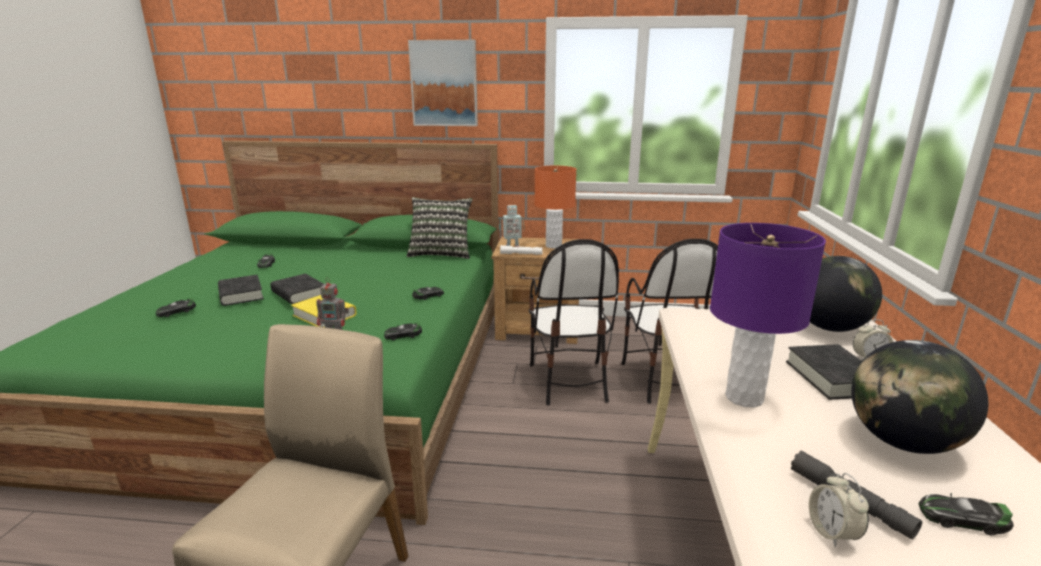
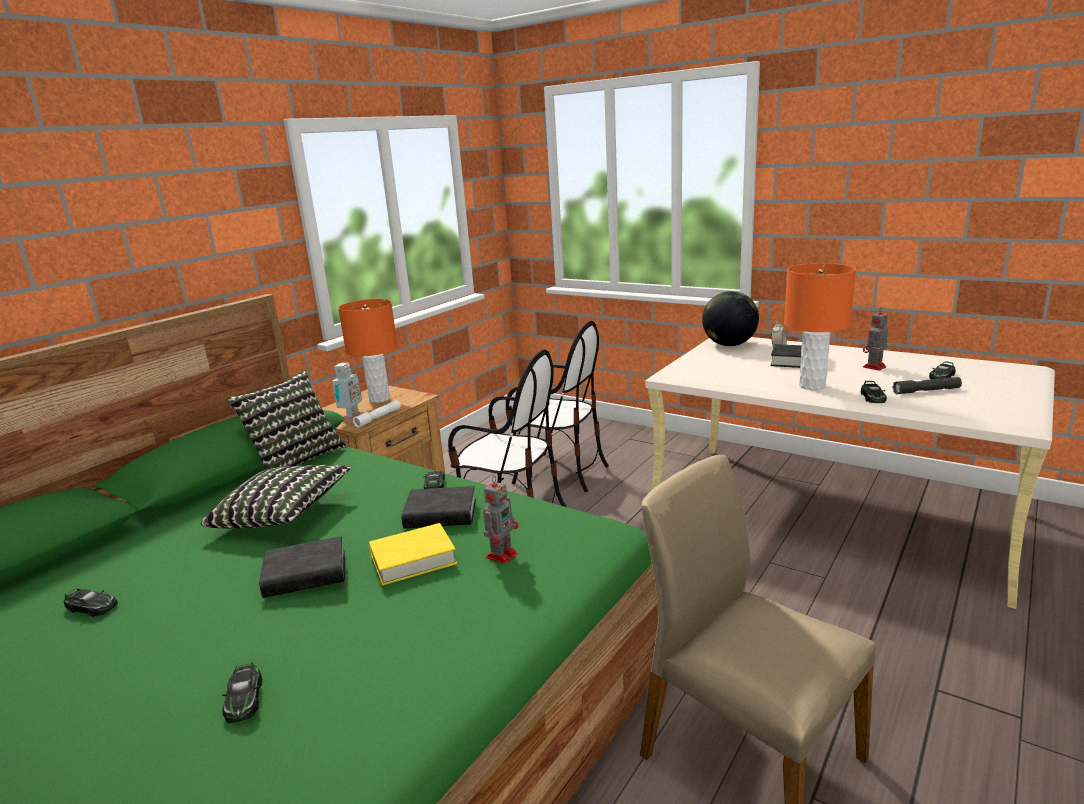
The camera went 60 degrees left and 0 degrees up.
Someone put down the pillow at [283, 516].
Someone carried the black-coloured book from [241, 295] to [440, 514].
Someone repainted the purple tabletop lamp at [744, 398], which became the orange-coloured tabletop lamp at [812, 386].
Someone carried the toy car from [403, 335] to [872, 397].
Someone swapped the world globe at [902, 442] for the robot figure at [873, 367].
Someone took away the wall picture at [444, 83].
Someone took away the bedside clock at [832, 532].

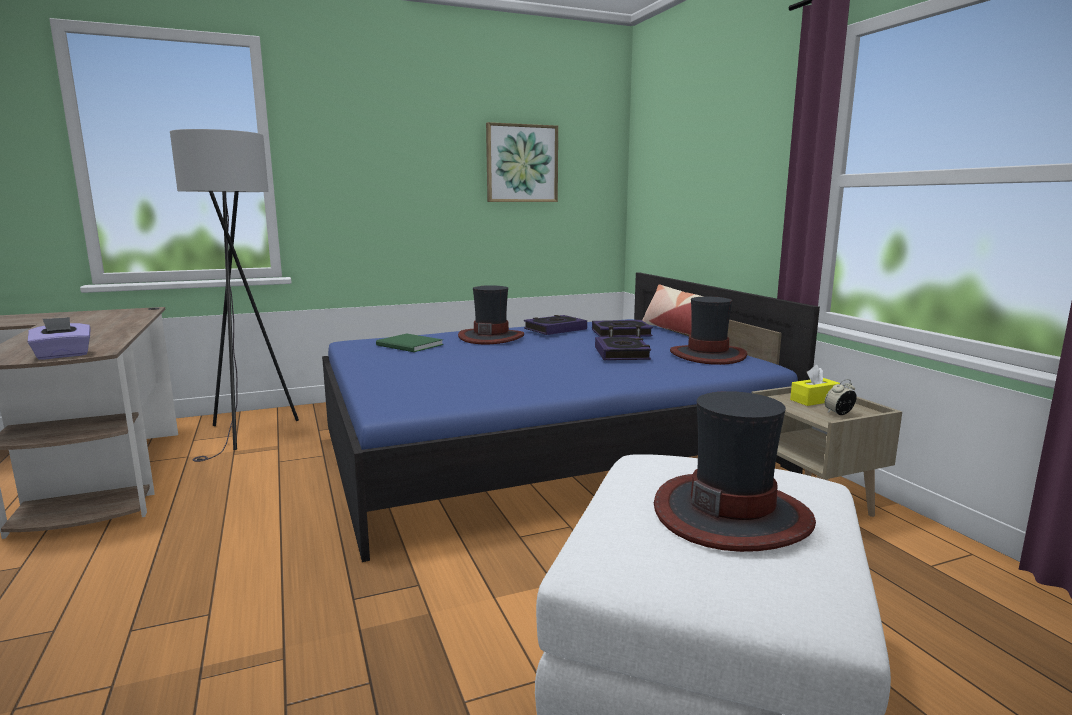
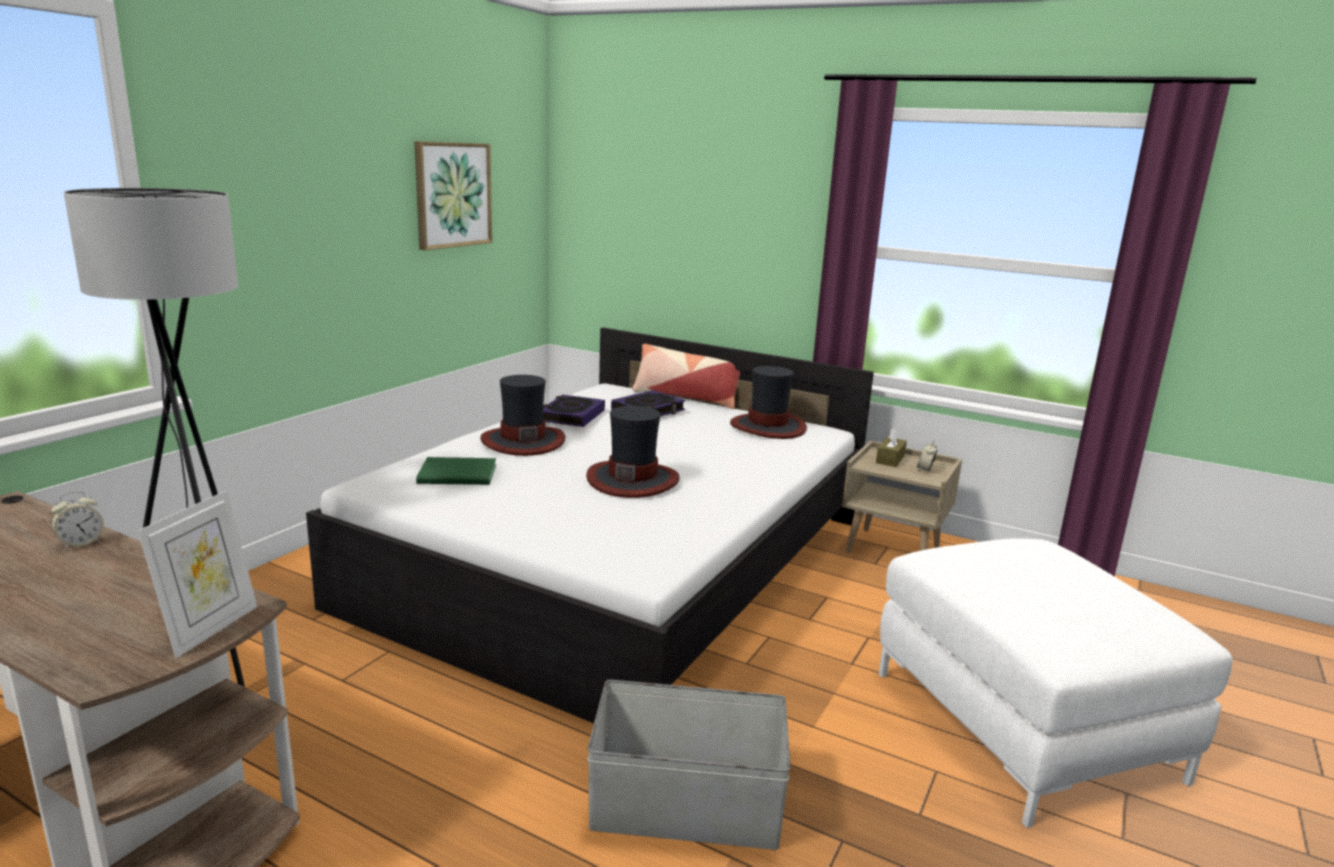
The camera went 40 degrees left and 5 degrees up.
Someone put down the bedside clock at [81, 543].
Someone swapped the purple box of tissues at [63, 355] for the standing frame at [210, 629].
Someone repainted the bluish sleeping bed at [542, 448], which became the whitish sleeping bed at [619, 561].
Someone carried the wearable hat from [732, 514] to [632, 480].
Someone put down the gray storage container at [687, 808].
Someone repainted the yellow-coloured box of tissues at [814, 400], which became the brown-coloured box of tissues at [890, 459].
Someone took away the book at [622, 353].

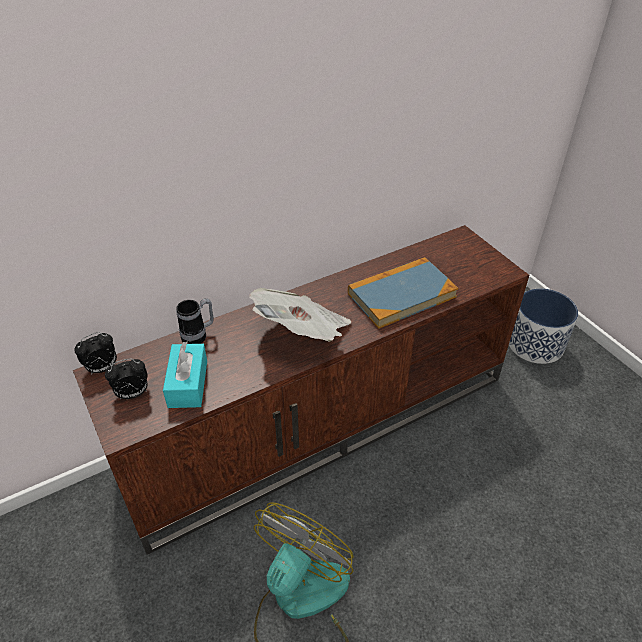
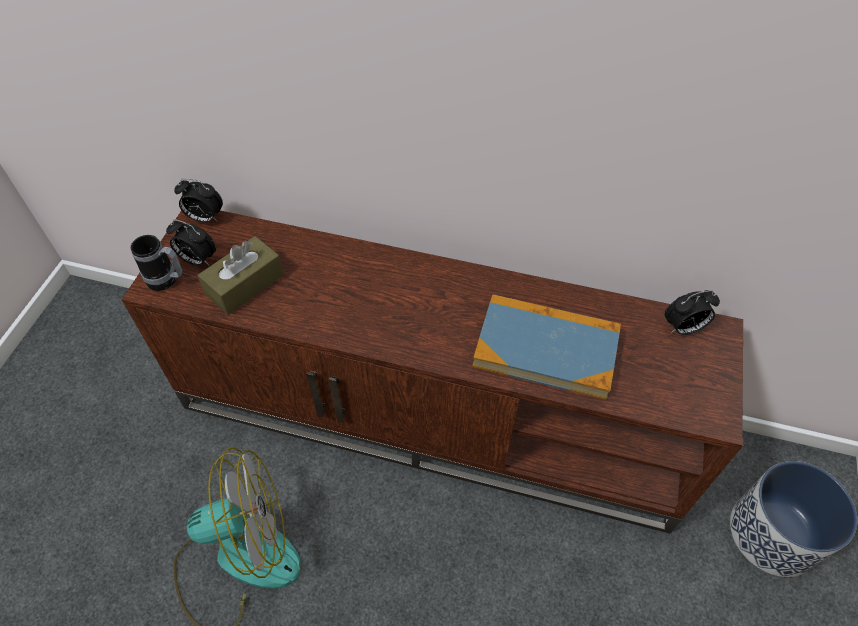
The camera went 45 degrees right and 10 degrees up.
Someone carried the coffee mug from [199, 336] to [167, 281].
Someone repainted the turquoise-coloured box of tissues at [188, 384], which became the brown-coloured box of tissues at [245, 284].
Someone put down the bedside clock at [683, 328].
Someone took away the newspaper at [303, 332].

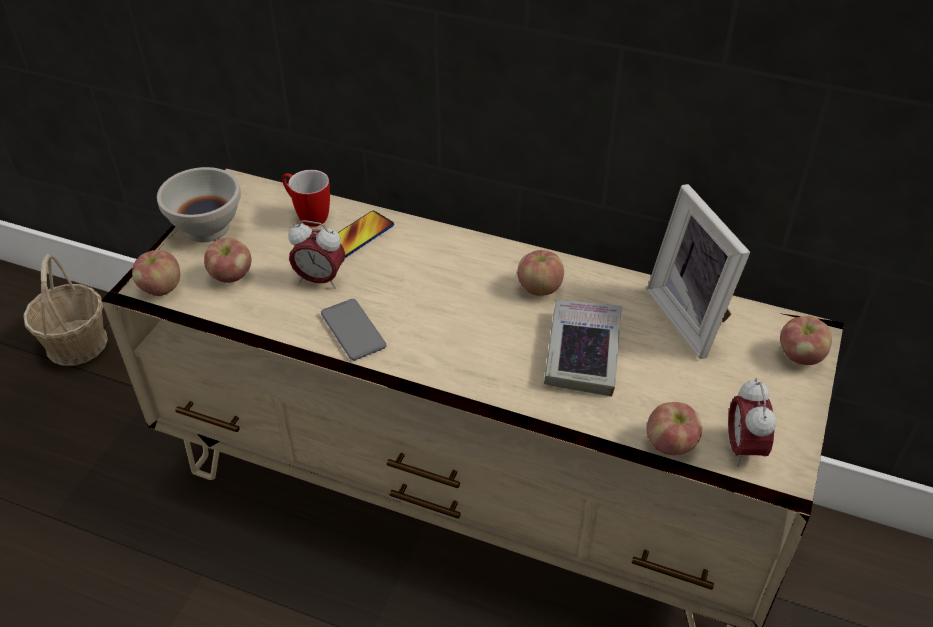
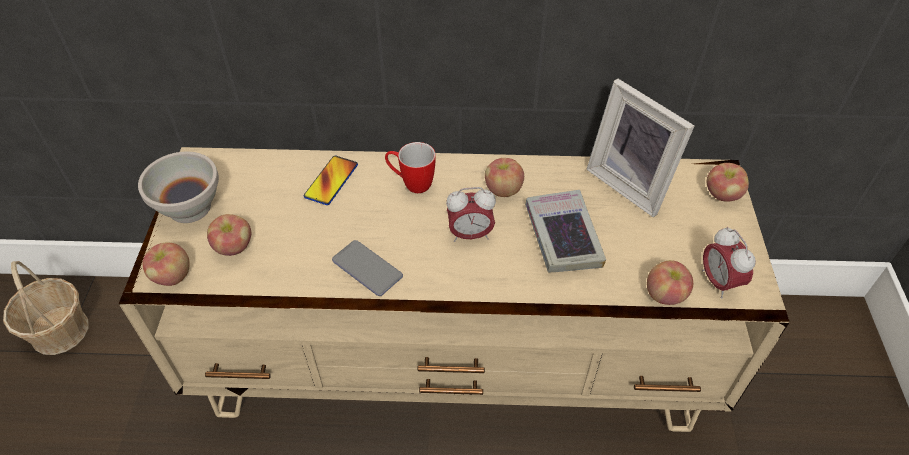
The camera went 20 degrees left and 5 degrees up.
Someone carried the coffee mug from [307, 215] to [411, 183].
Someone carried the bedside clock from [320, 280] to [470, 234].

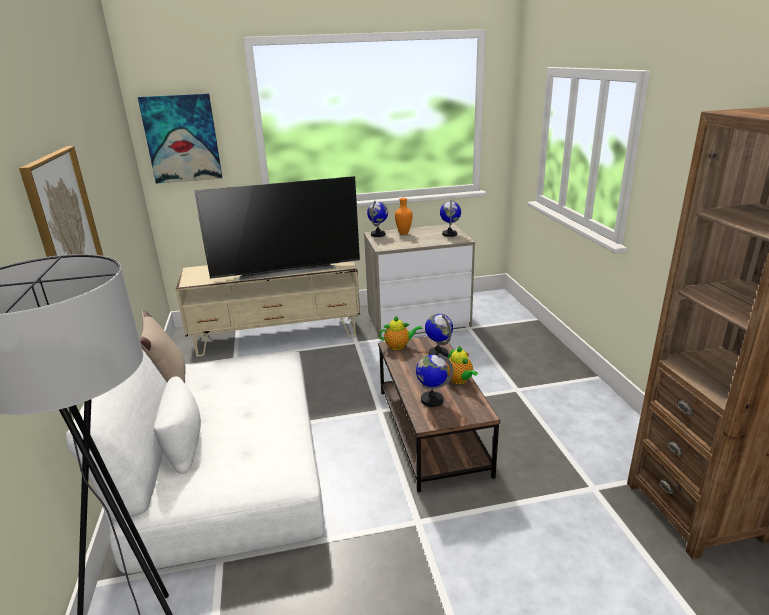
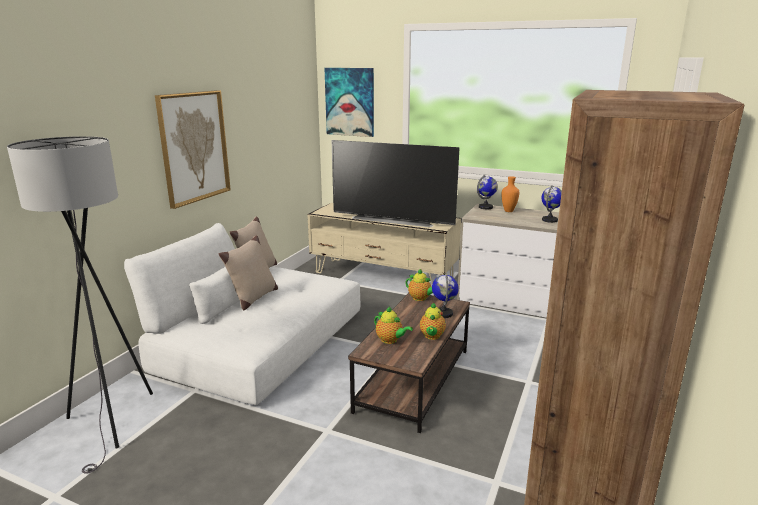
The camera went 35 degrees right and 5 degrees down.
Someone put down the beige-coloured pillow at [253, 298].
Someone swapped the world globe at [431, 400] for the tea pot at [390, 340].

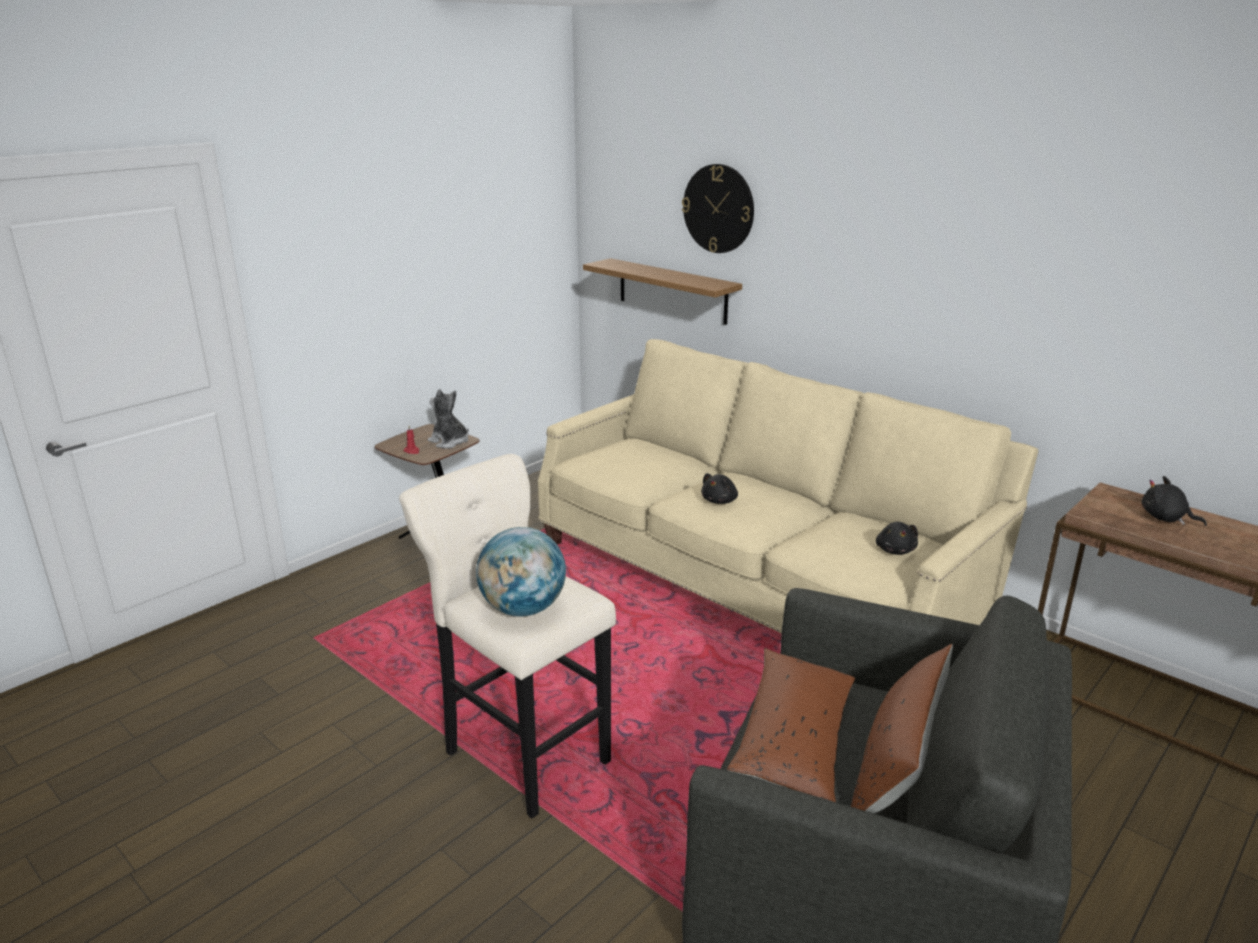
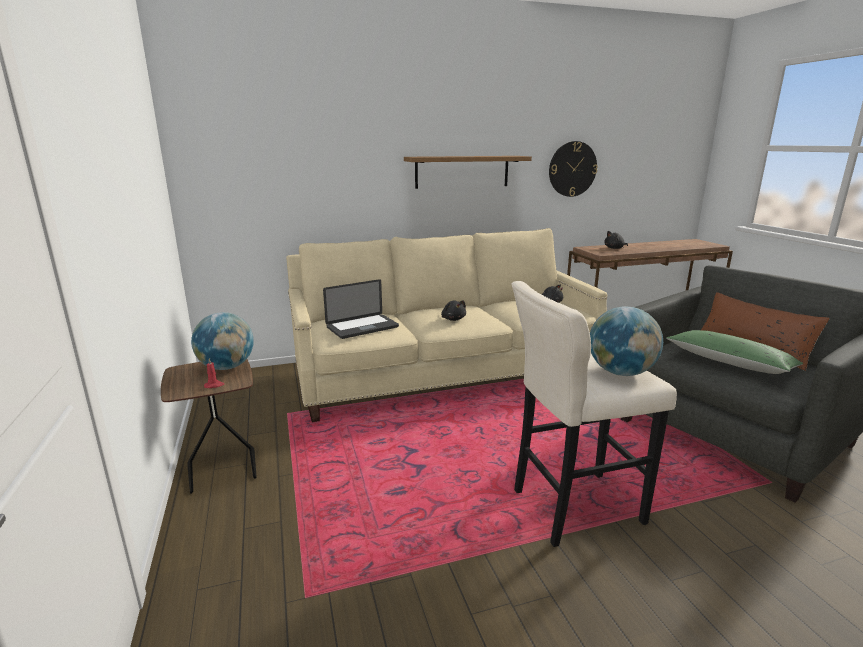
The camera went 60 degrees left and 5 degrees down.
Someone swapped the cuddly toy at [449, 442] for the world globe at [227, 367].
Someone put down the laptop at [362, 327].
Someone carried the wall shelf from [672, 291] to [462, 171].
Someone carried the clock on the wall from [718, 208] to [572, 169].
Someone repainted the brown-coloured pillow at [794, 739], which became the green-coloured pillow at [729, 363].

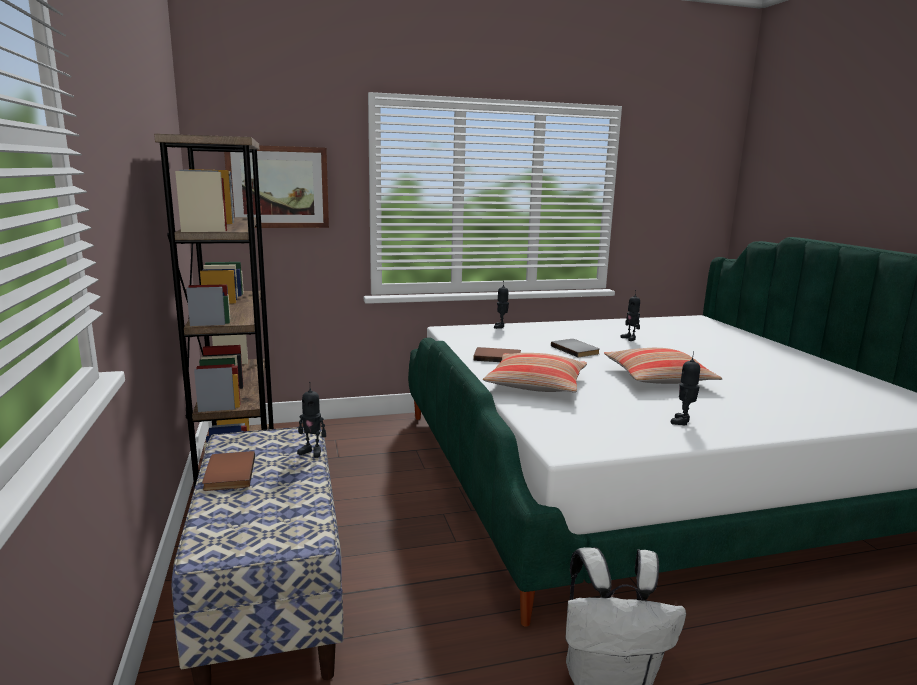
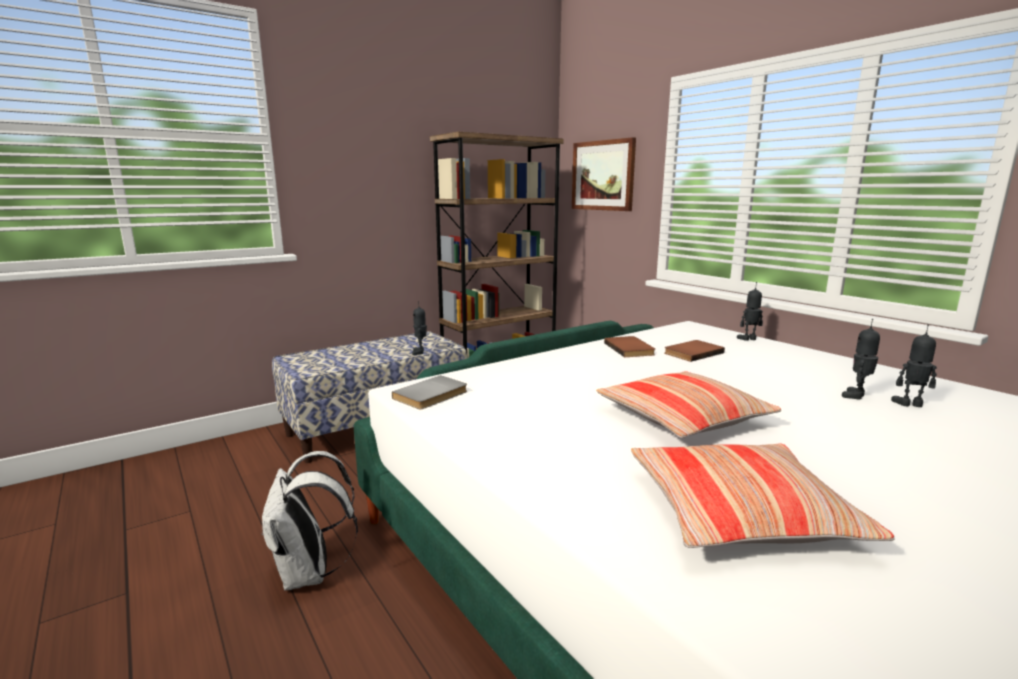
The camera went 70 degrees right and 0 degrees up.
Someone carried the gray book from [576, 350] to [432, 395].
Someone carried the pillow from [536, 384] to [740, 512].
Someone carried the brown-coloured book from [227, 473] to [692, 352].
Someone carried the robot figure from [683, 422] to [910, 404].

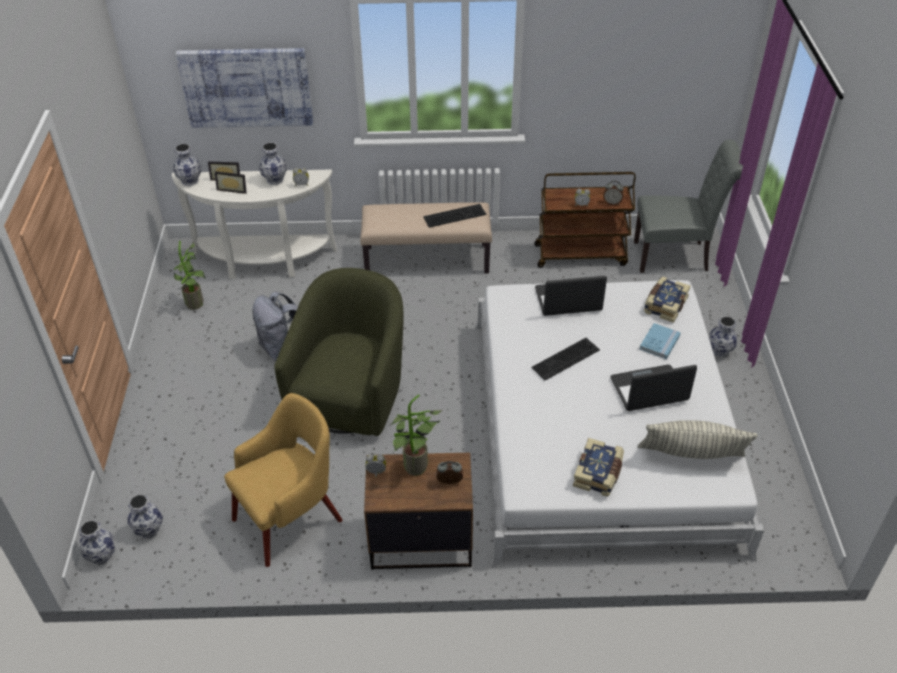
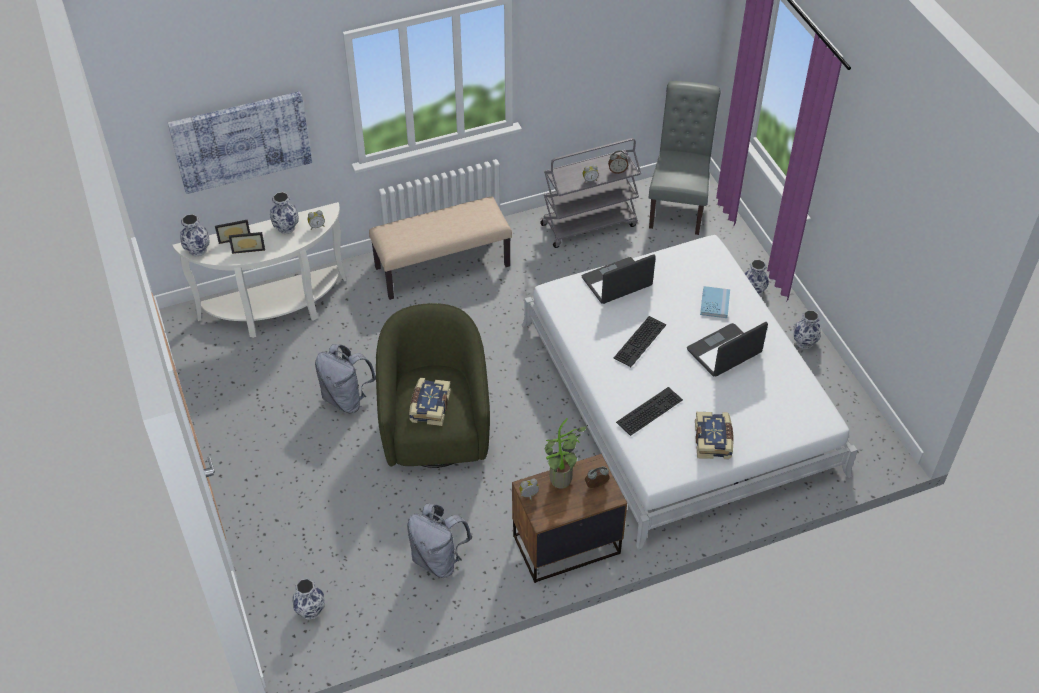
The camera went 20 degrees left and 5 degrees up.
Someone swapped the yellow-coloured easy chair at [290, 518] for the gray knapsack at [438, 559].
Someone carried the book from [664, 305] to [429, 407].
Someone repainted the brown-coloured trolley at [581, 255], which became the gray trolley at [589, 224].
Someone carried the PC keyboard from [455, 215] to [649, 410].
Someone rotated the gray upright chair at [676, 256] by 60 degrees counterclockwise.
Someone carried the vase from [102, 555] to [803, 342].
Someone took away the plant in a pot at [197, 305].
Someone took away the pillow at [691, 457].

